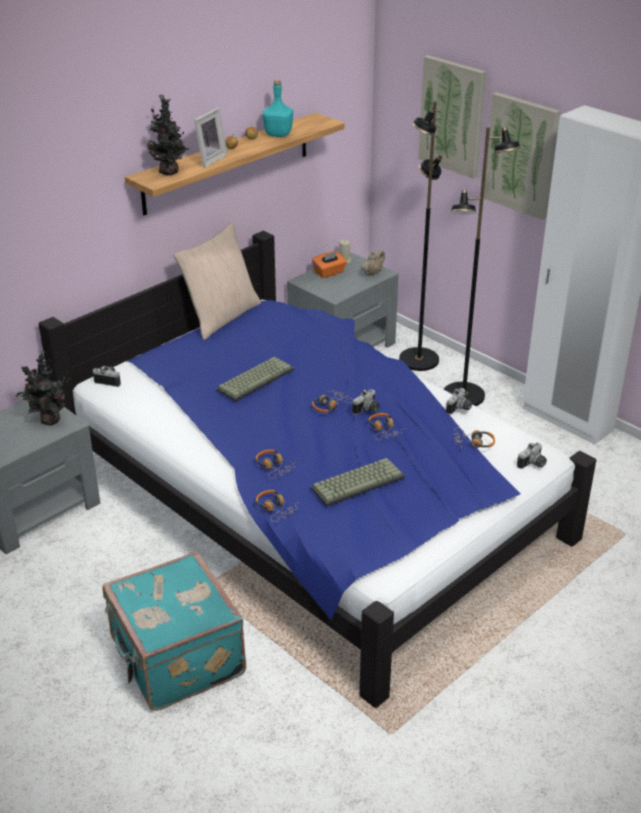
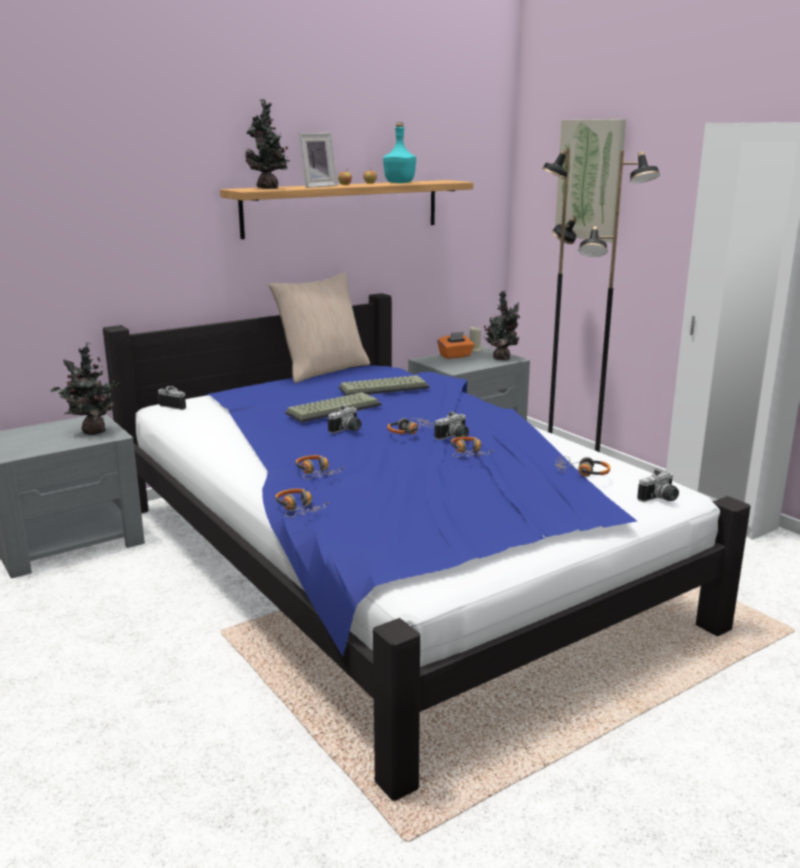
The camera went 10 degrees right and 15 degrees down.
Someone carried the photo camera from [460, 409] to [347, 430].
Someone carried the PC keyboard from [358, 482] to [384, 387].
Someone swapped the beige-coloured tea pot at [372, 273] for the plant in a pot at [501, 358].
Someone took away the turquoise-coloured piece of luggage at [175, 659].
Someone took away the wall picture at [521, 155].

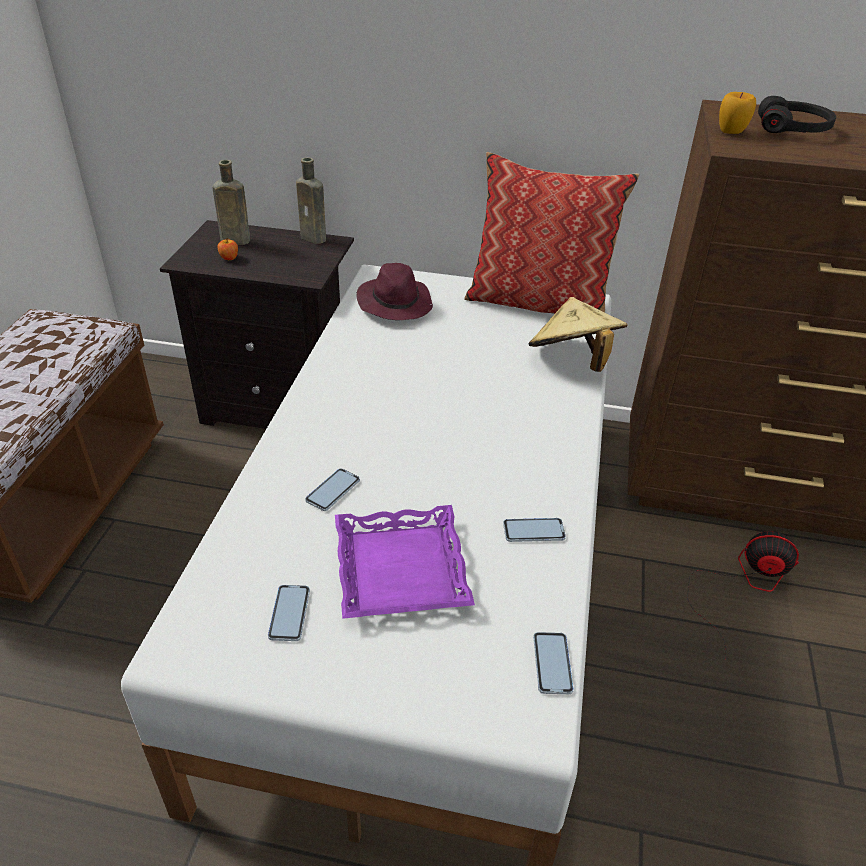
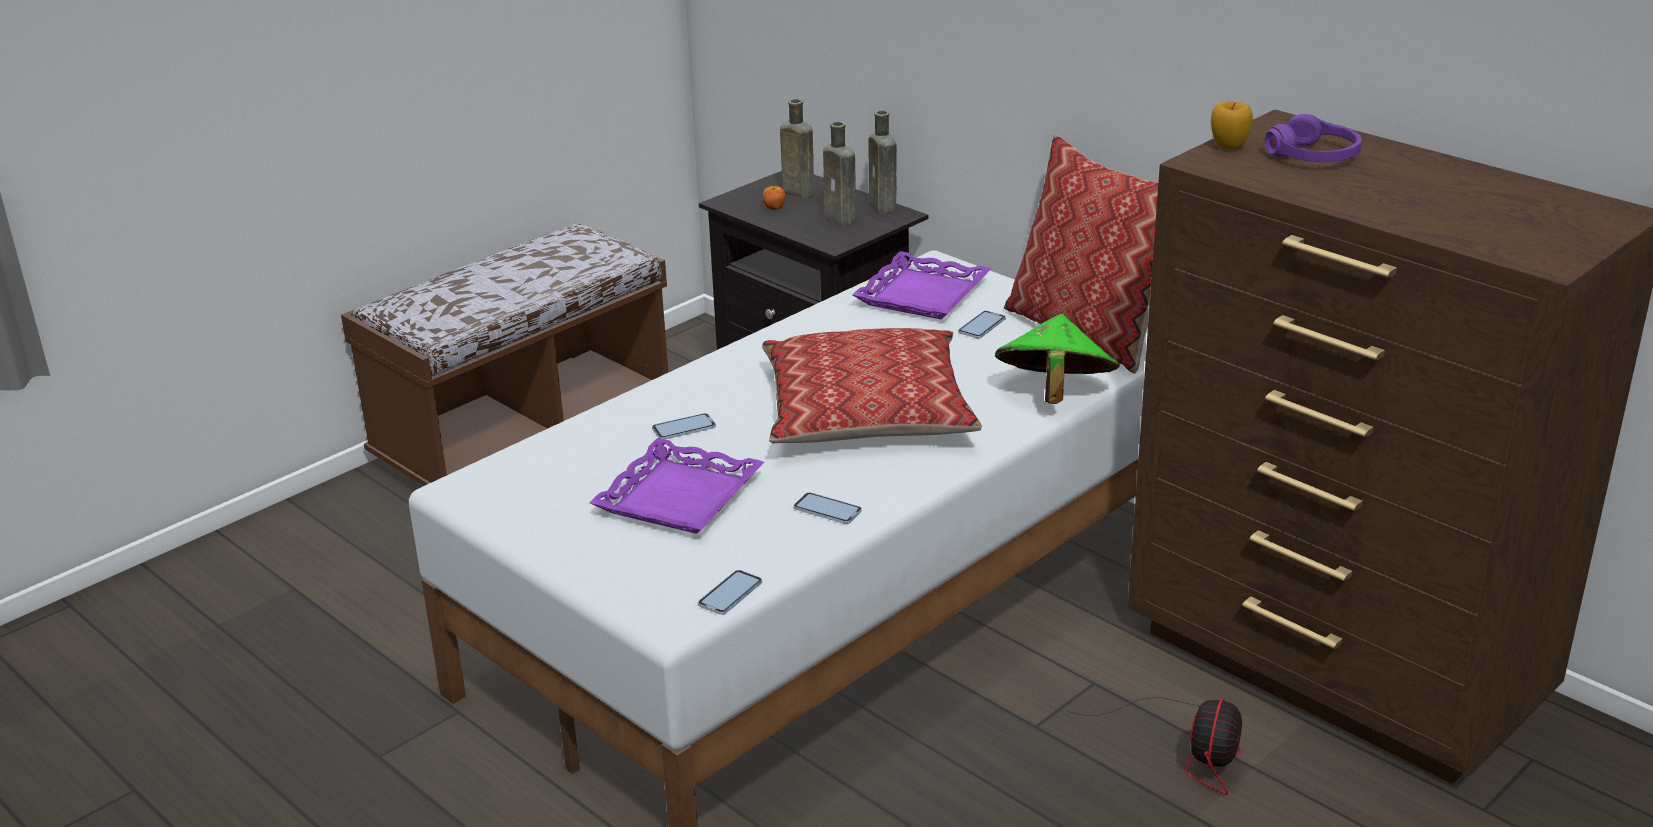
The camera went 35 degrees right and 10 degrees down.
Someone put down the pillow at [866, 411].
Someone put down the brown-coloured drink bottle at [842, 219].
Someone swapped the purple wearable hat at [394, 303] for the purple tray at [921, 294].
Someone carried the telephone from [289, 613] to [982, 326].
Someone repainted the beige-coloured wearable hat at [573, 361], which became the green-coloured wearable hat at [1054, 394].
Someone rotated the fan at [742, 586] by 60 degrees clockwise.
Someone repainted the black-coloured pair of headphones at [793, 129], which became the purple pair of headphones at [1314, 156].

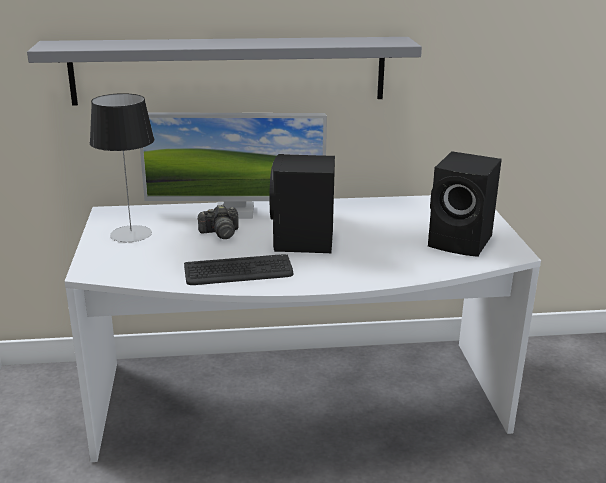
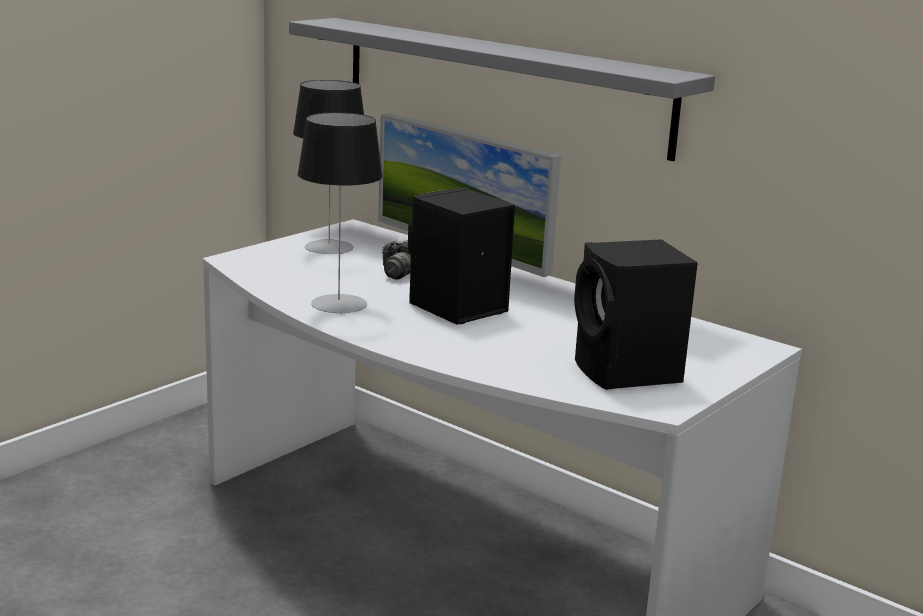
The camera went 45 degrees right and 5 degrees down.
Someone swapped the PC keyboard at [238, 272] for the tabletop lamp at [338, 304].

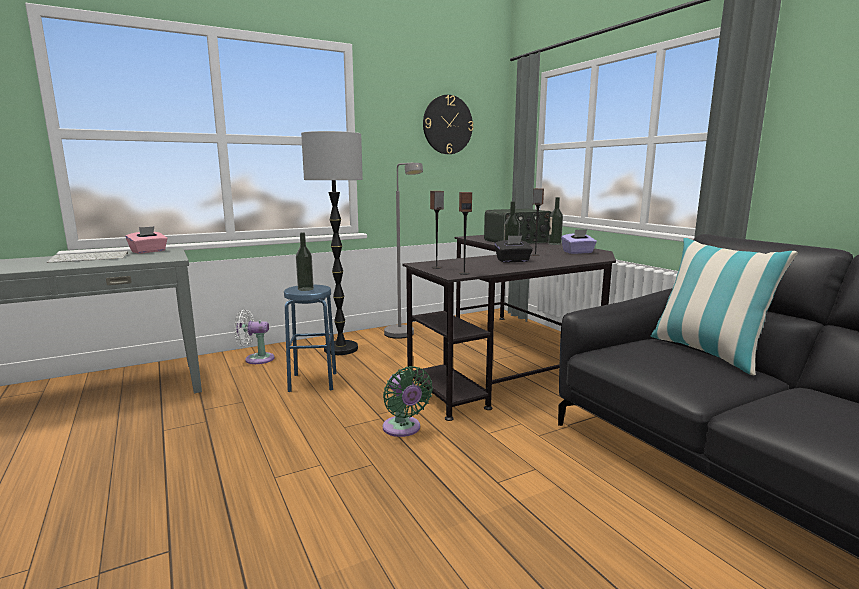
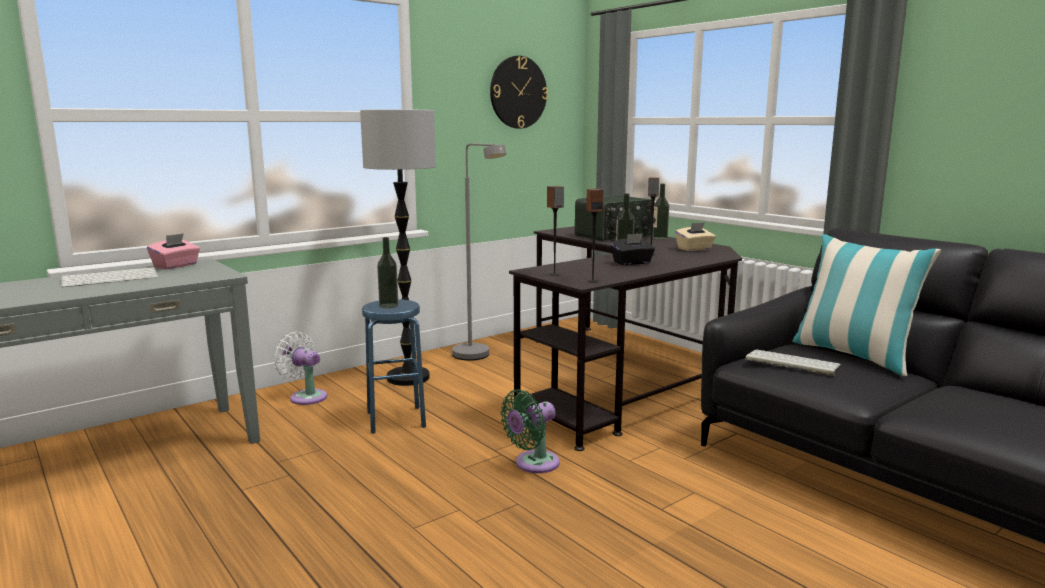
The camera went 10 degrees left and 0 degrees up.
Someone rotated the whitish fan at [256, 359] by 45 degrees clockwise.
Someone rotated the green-coloured fan at [403, 429] by 90 degrees clockwise.
Someone repainted the purple box of tissues at [578, 252], which became the beige-coloured box of tissues at [694, 249].
Someone put down the PC keyboard at [790, 362].

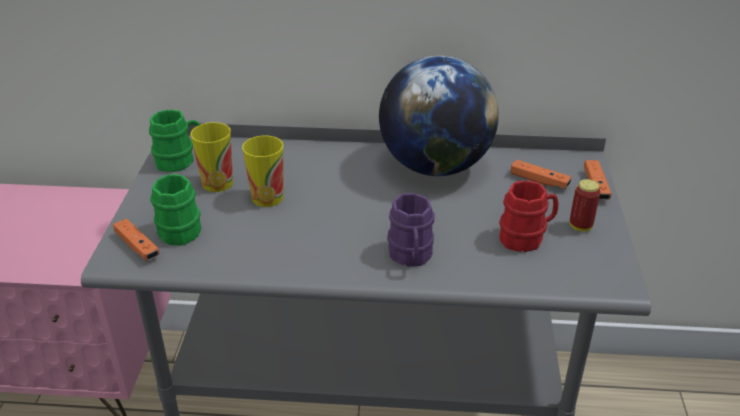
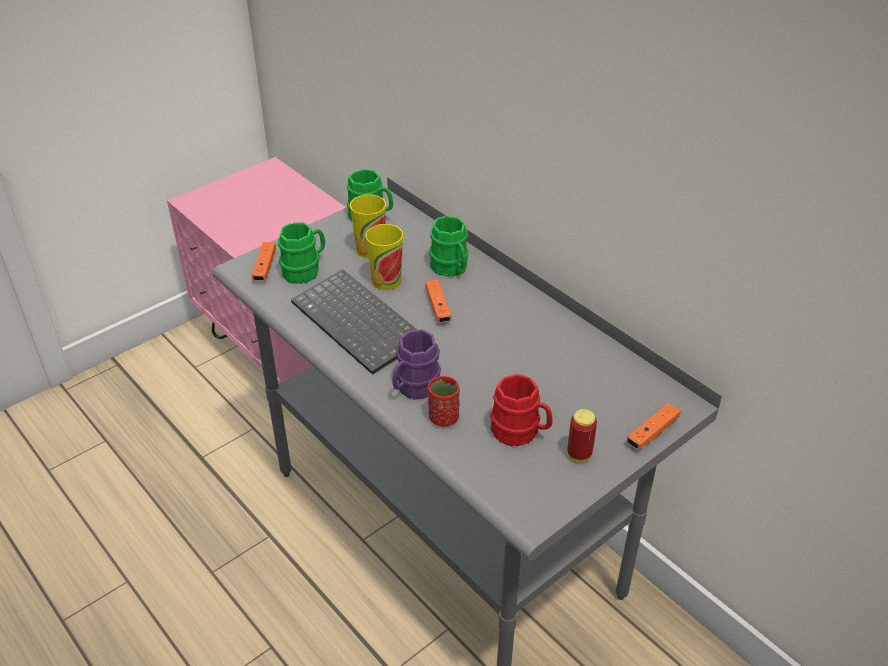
The camera went 45 degrees right and 5 degrees up.
Someone put down the PC keyboard at [360, 323].
Someone carried the orange-coloured joypad from [539, 181] to [438, 307].
Someone put down the red-coloured small cup at [443, 417].
Someone put down the green-coloured coffee mug at [451, 268].
Someone took away the world globe at [435, 166].

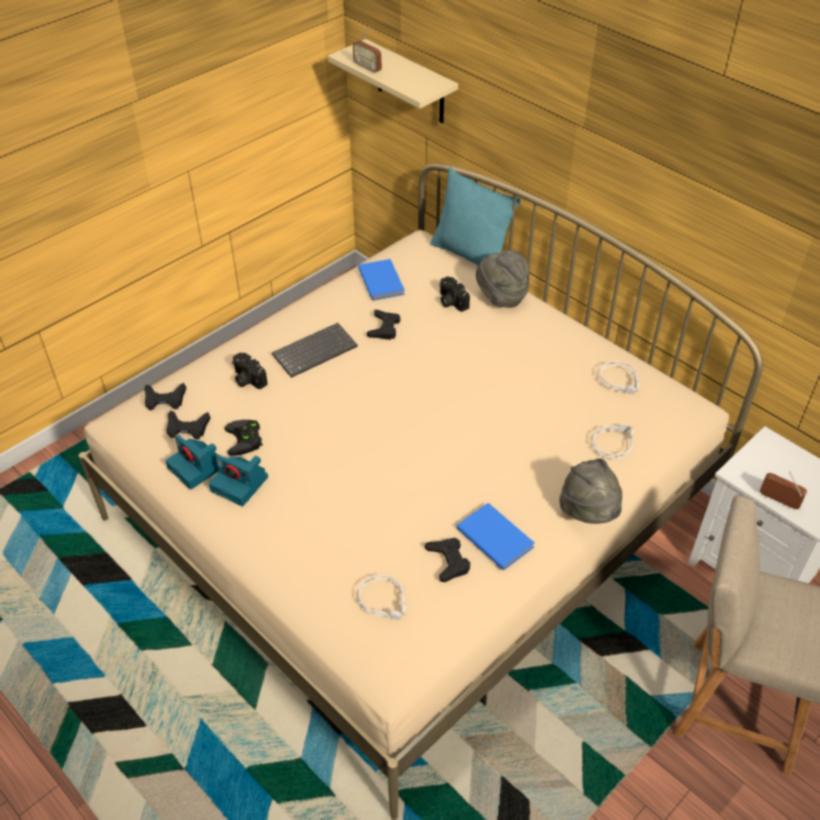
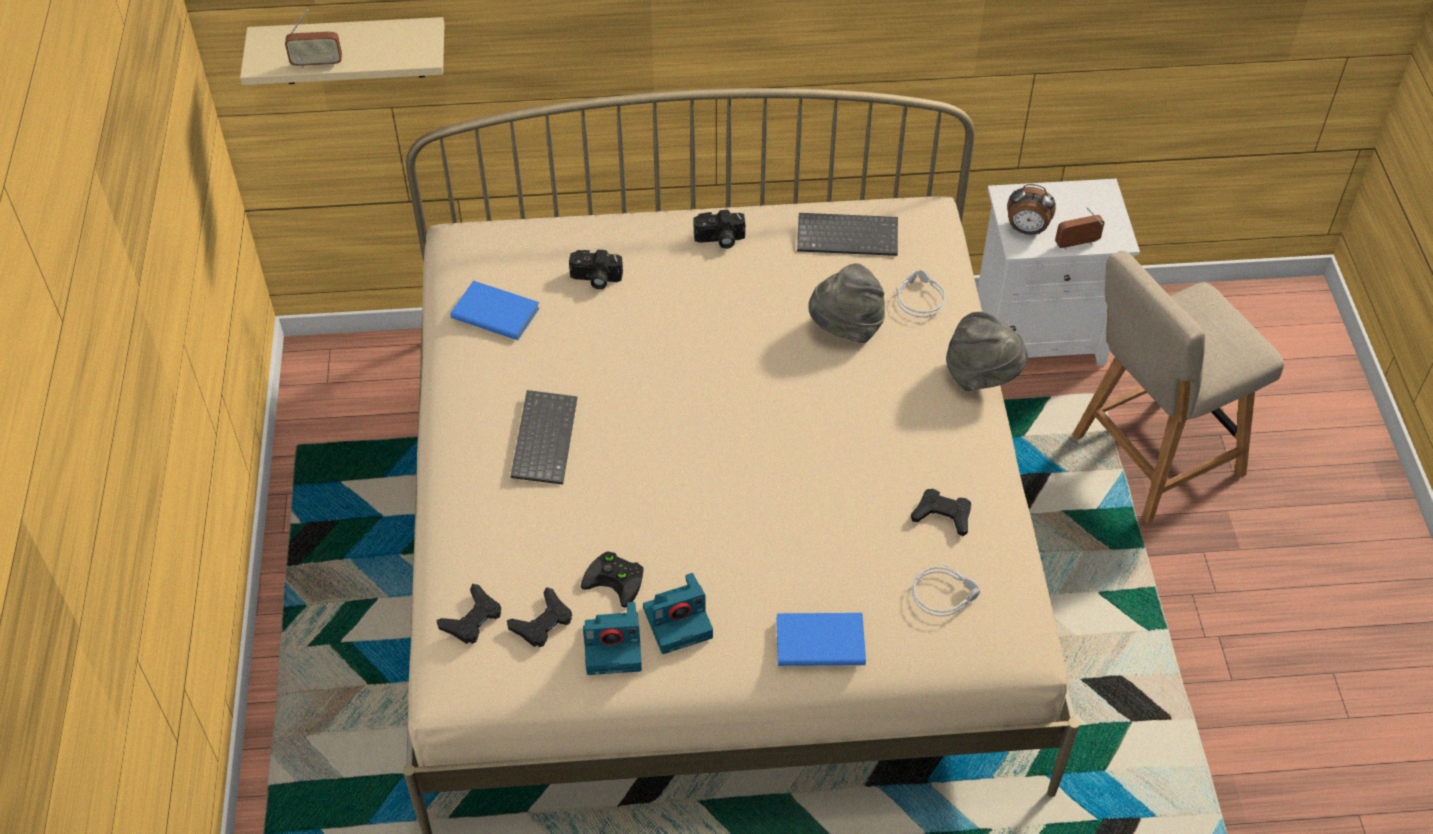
The camera went 50 degrees left and 5 degrees up.
Someone carried the photo camera from [247, 379] to [719, 239].
Someone carried the bluish book from [495, 536] to [819, 640].
Someone swapped the gray pair of headphones at [620, 381] for the PC keyboard at [848, 235].
Someone carried the gray wearable hat from [501, 297] to [846, 328].
Someone put down the bedside clock at [1026, 230].
Someone took away the black-coloured joypad at [384, 328].
Someone took away the turquoise-coloured pillow at [470, 255].

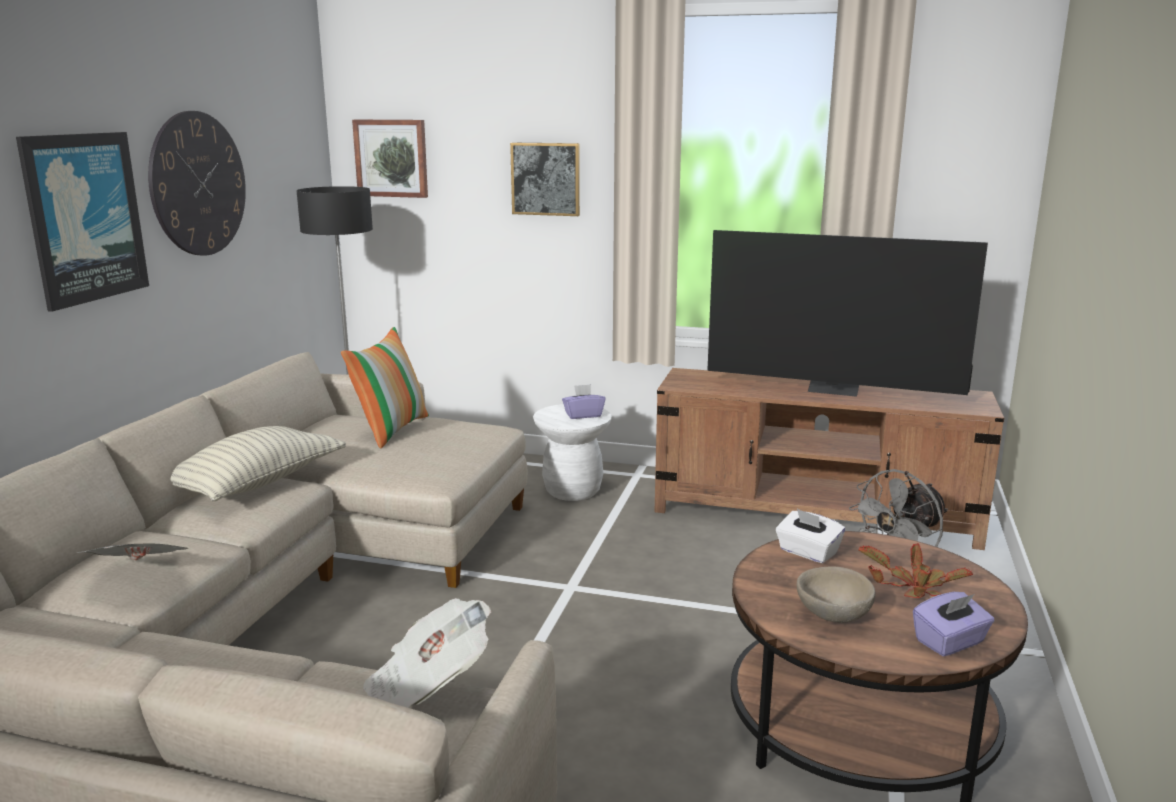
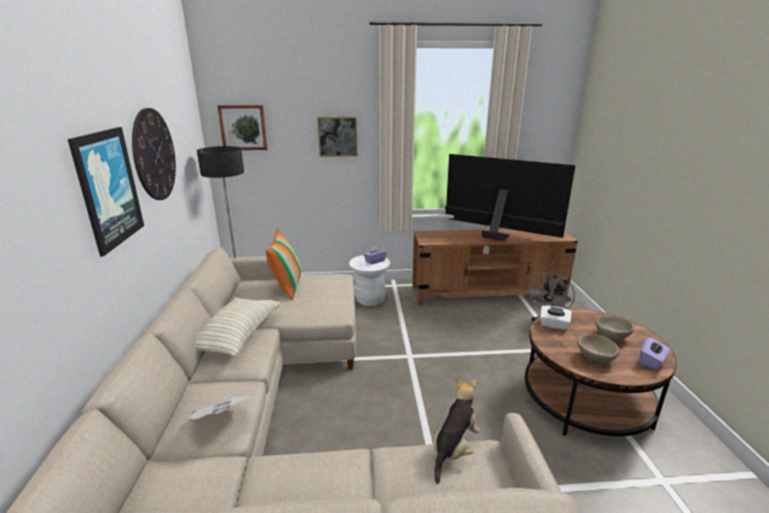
The camera went 20 degrees left and 5 degrees up.
Someone swapped the newspaper at [429, 682] for the cuddly toy at [454, 449].
Someone rotated the TV at [834, 389] by 150 degrees counterclockwise.
Someone swapped the plant in a pot at [912, 588] for the beige-coloured serving bowl at [611, 335].

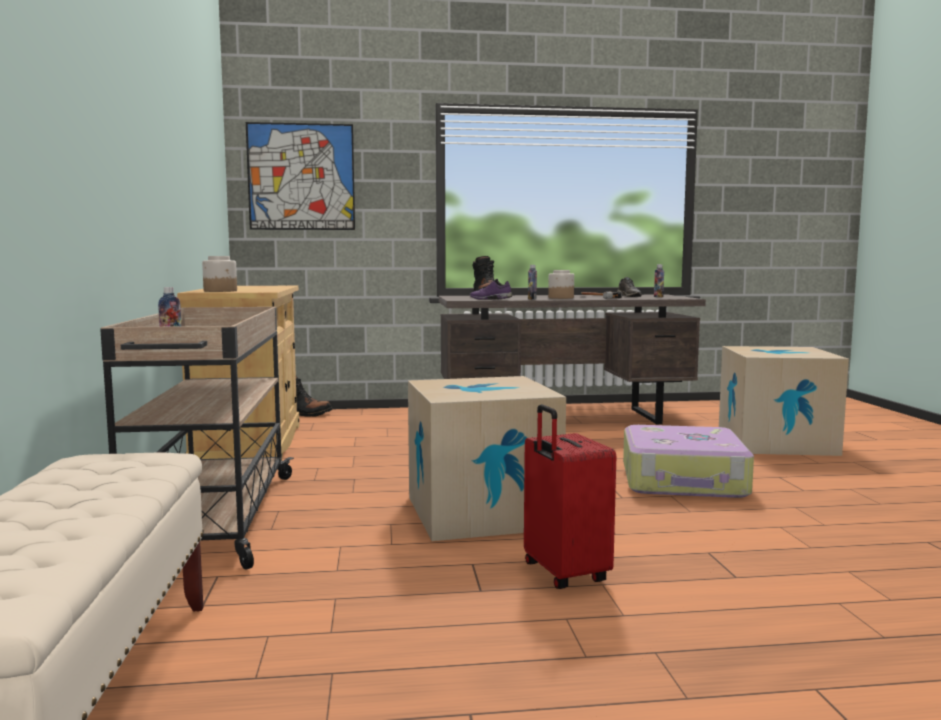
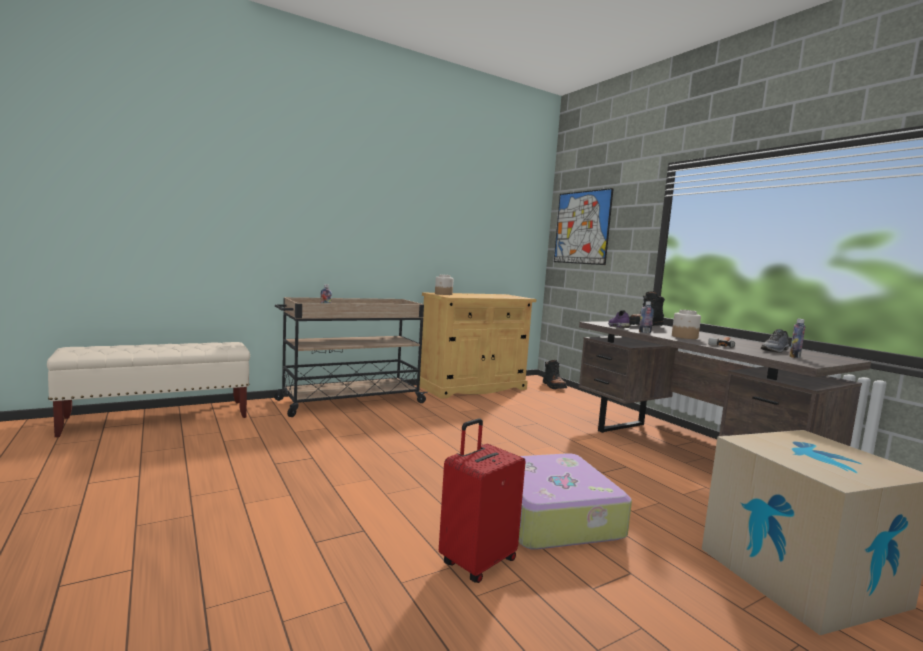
The camera went 65 degrees right and 0 degrees up.
Someone carried the red-coloured piece of luggage from [563, 574] to [477, 561].
Someone took away the packing box at [481, 512].

